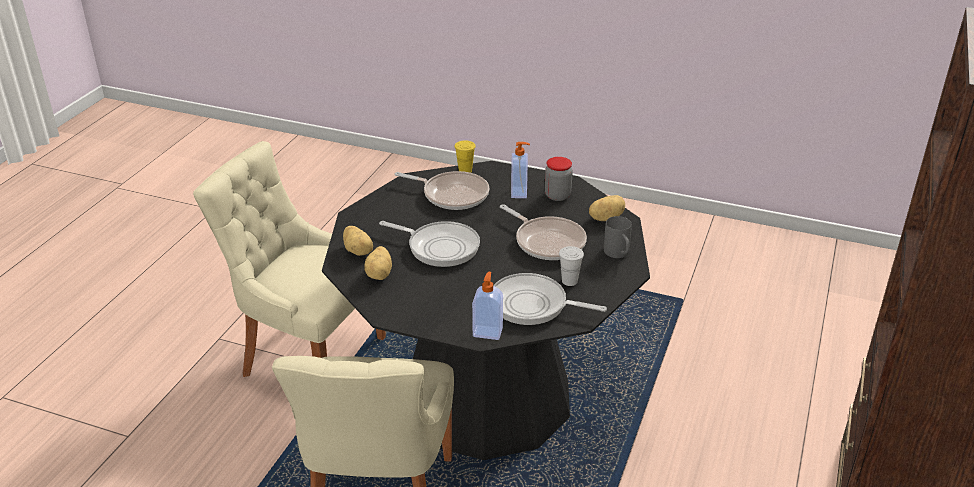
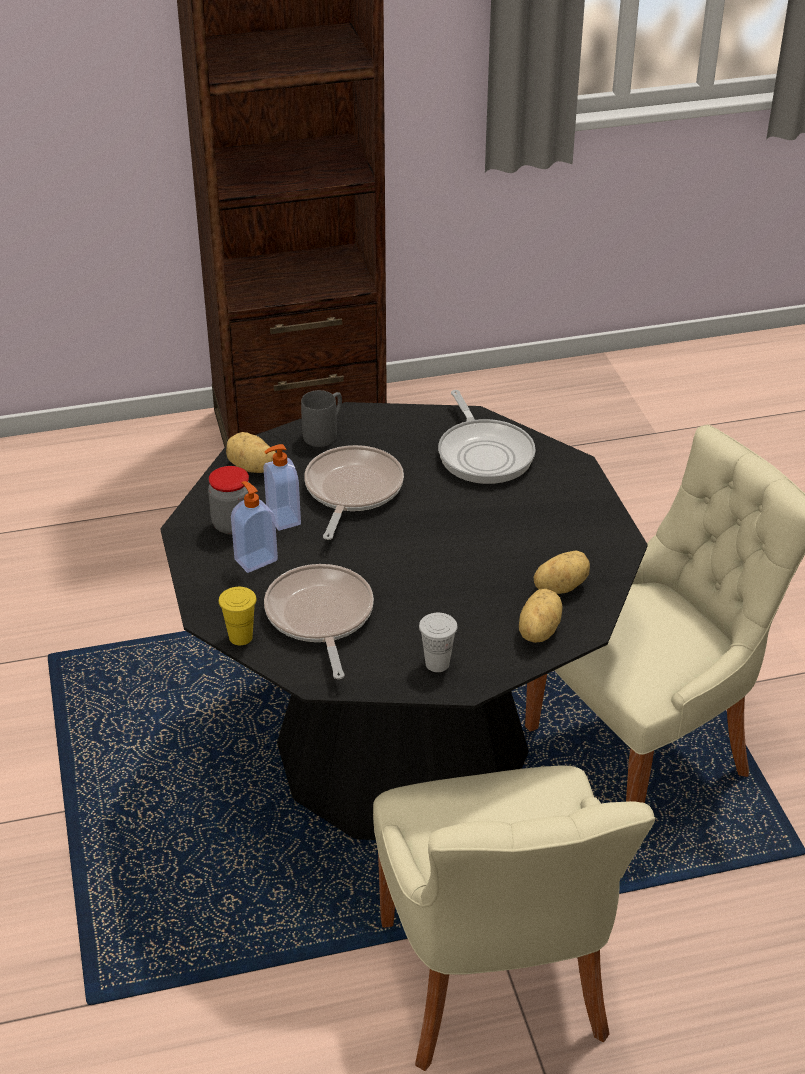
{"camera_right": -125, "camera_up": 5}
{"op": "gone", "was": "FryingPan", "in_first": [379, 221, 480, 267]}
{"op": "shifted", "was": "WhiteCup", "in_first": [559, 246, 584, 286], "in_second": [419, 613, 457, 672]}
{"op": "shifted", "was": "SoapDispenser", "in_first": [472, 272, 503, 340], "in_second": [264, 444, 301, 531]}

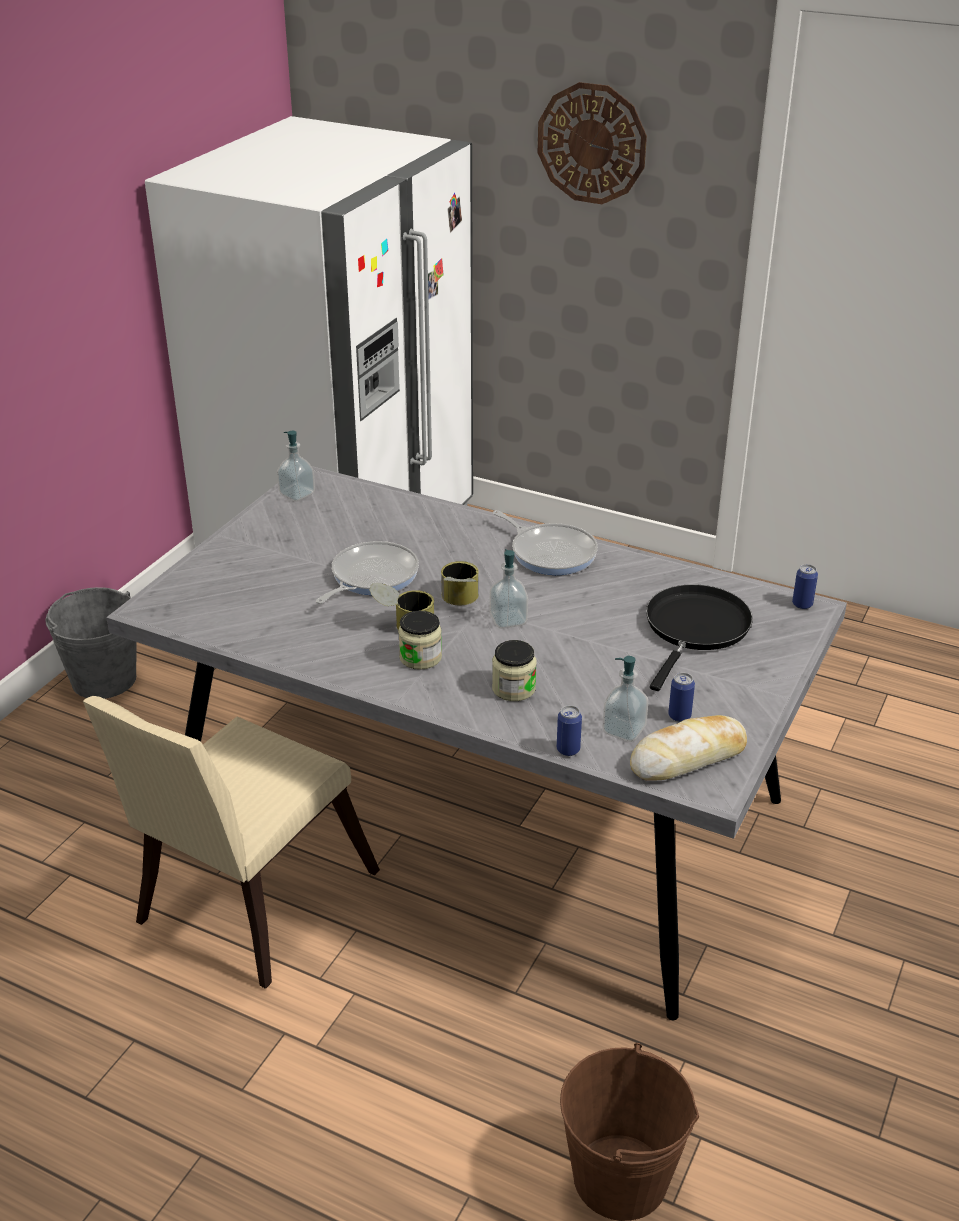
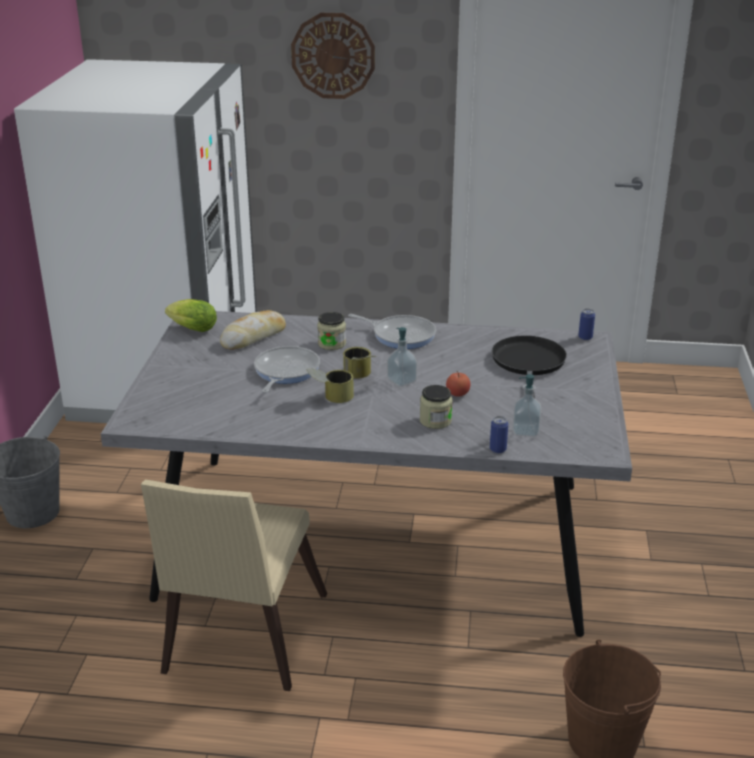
{"camera_right": -20, "camera_up": -5}
{"op": "swapped", "was": "SoapDispenser", "now": "Lettuce", "in_first": [277, 431, 315, 502], "in_second": [165, 299, 217, 332]}
{"op": "shifted", "was": "Jar", "in_first": [398, 611, 442, 670], "in_second": [317, 312, 346, 350]}
{"op": "gone", "was": "Can", "in_first": [668, 672, 695, 722]}
{"op": "shifted", "was": "Bread", "in_first": [630, 715, 747, 781], "in_second": [220, 310, 286, 350]}
{"op": "new", "now": "Apple", "in_second": [446, 371, 471, 397]}

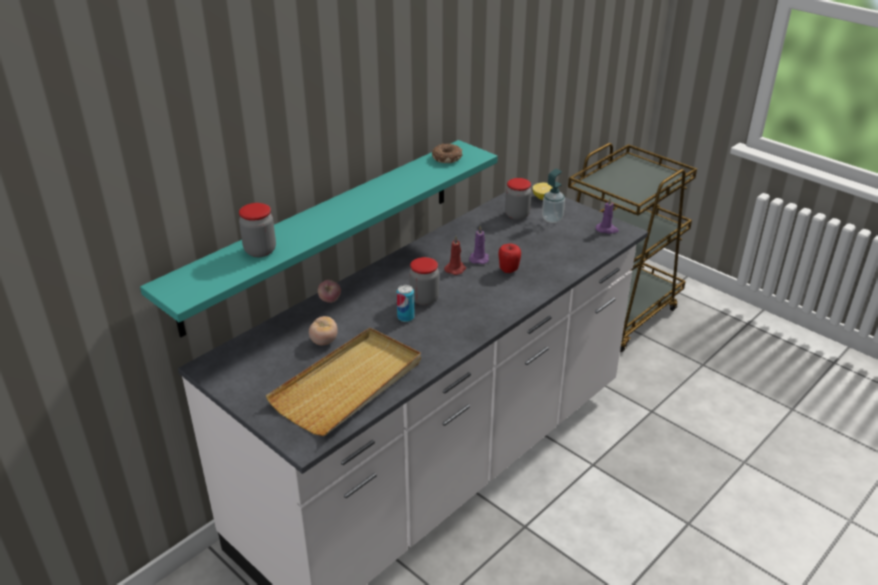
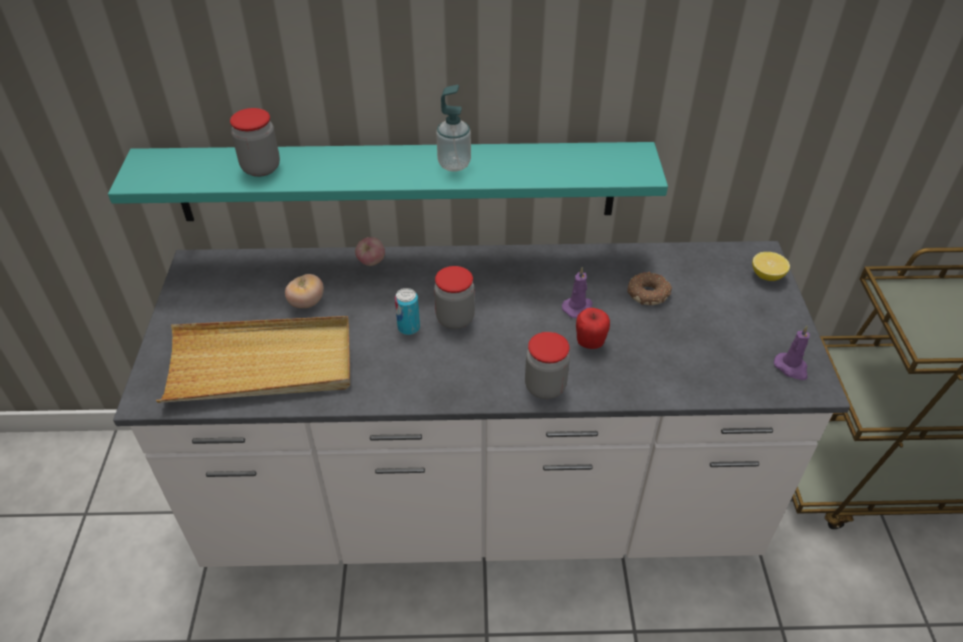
{"camera_right": 45, "camera_up": 10}
{"op": "shifted", "was": "Donut", "in_first": [432, 144, 462, 163], "in_second": [627, 272, 672, 305]}
{"op": "shifted", "was": "SoapDispenser", "in_first": [542, 169, 565, 223], "in_second": [436, 85, 471, 172]}
{"op": "shifted", "was": "Jar", "in_first": [505, 178, 531, 220], "in_second": [525, 332, 570, 399]}
{"op": "gone", "was": "RedCandle", "in_first": [444, 236, 466, 275]}

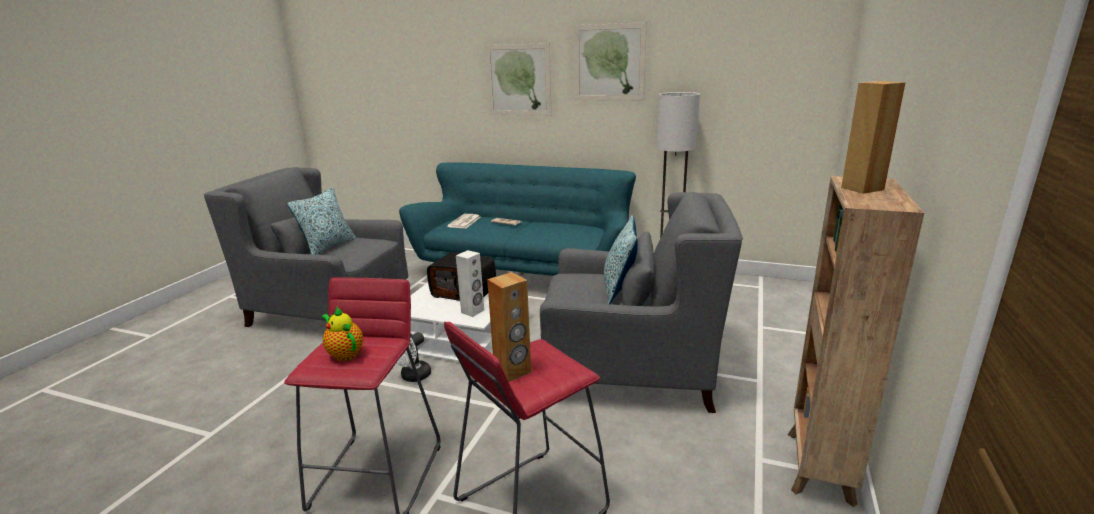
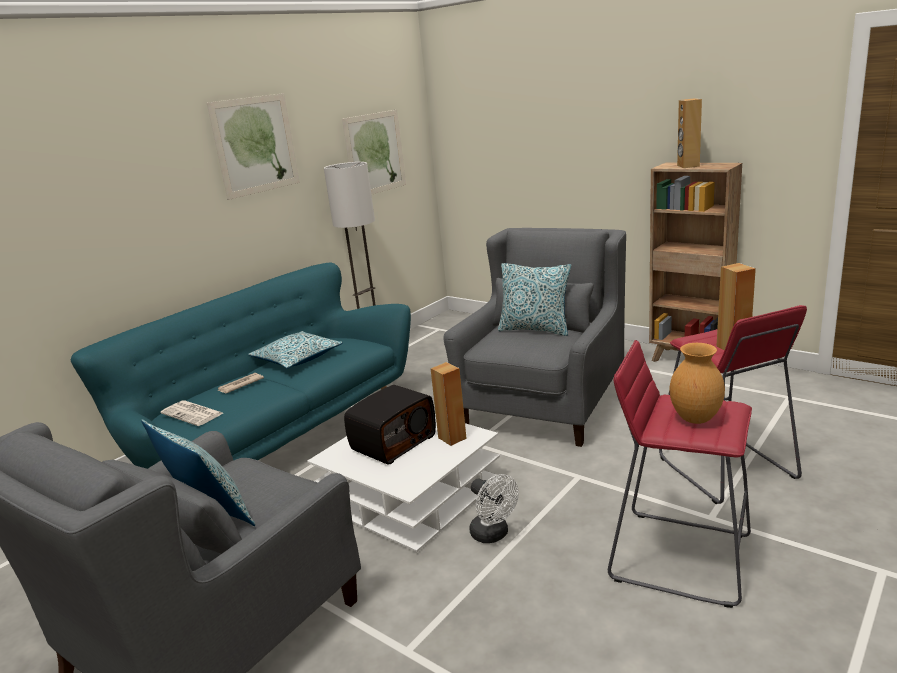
{"camera_right": -70, "camera_up": 0}
{"op": "shifted", "was": "Picture", "in_first": [485, 43, 552, 116], "in_second": [342, 110, 406, 195]}
{"op": "repainted", "was": "WhiteSpeaker", "now": "BrownSpeaker", "in_first": [456, 250, 484, 317], "in_second": [431, 362, 467, 446]}
{"op": "swapped", "was": "Teapot", "now": "BrownVase", "in_first": [322, 307, 363, 361], "in_second": [670, 343, 725, 424]}
{"op": "new", "now": "Pillow", "in_second": [248, 331, 343, 369]}

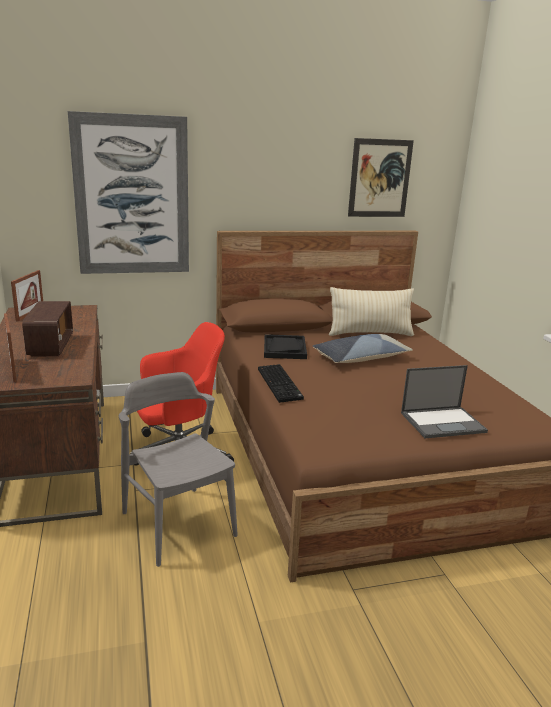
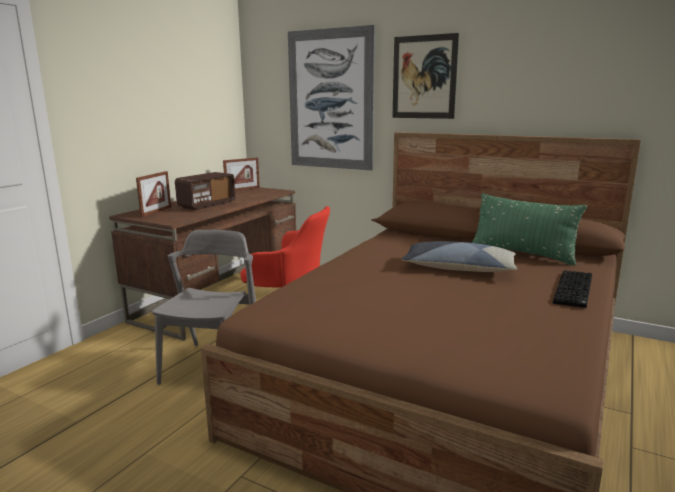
{"camera_right": 45, "camera_up": -5}
{"op": "shifted", "was": "Picture", "in_first": [348, 138, 414, 217], "in_second": [392, 33, 459, 119]}
{"op": "repainted", "was": "BeigePillow", "now": "GreenPillow", "in_first": [329, 287, 414, 336], "in_second": [472, 193, 587, 265]}
{"op": "gone", "was": "BlackTray", "in_first": [264, 334, 307, 359]}
{"op": "shifted", "was": "Keyboard", "in_first": [258, 364, 304, 403], "in_second": [553, 270, 592, 308]}
{"op": "gone", "was": "Laptop", "in_first": [401, 365, 488, 438]}

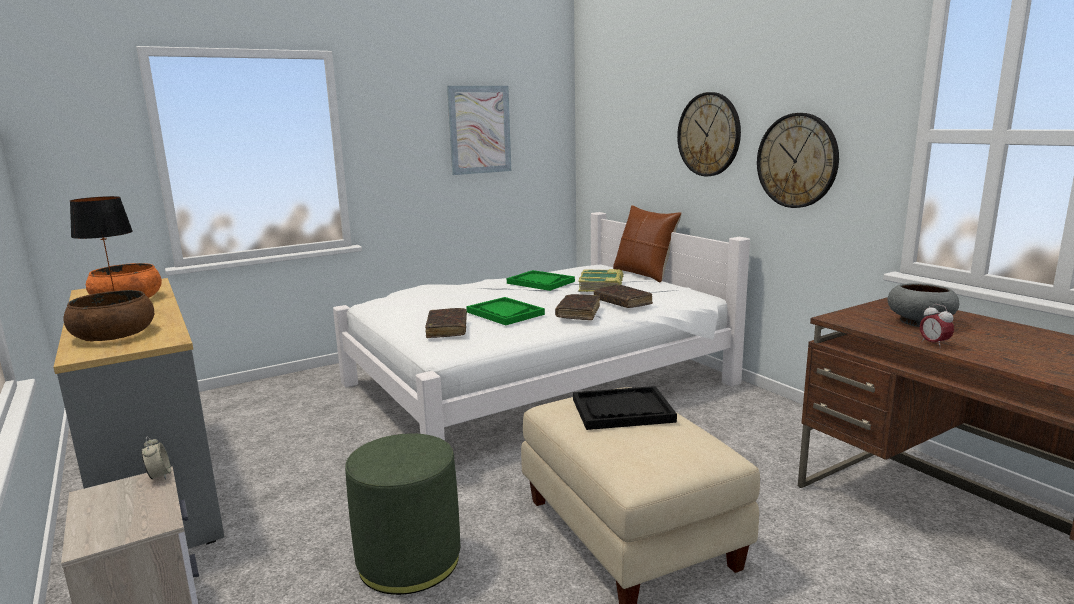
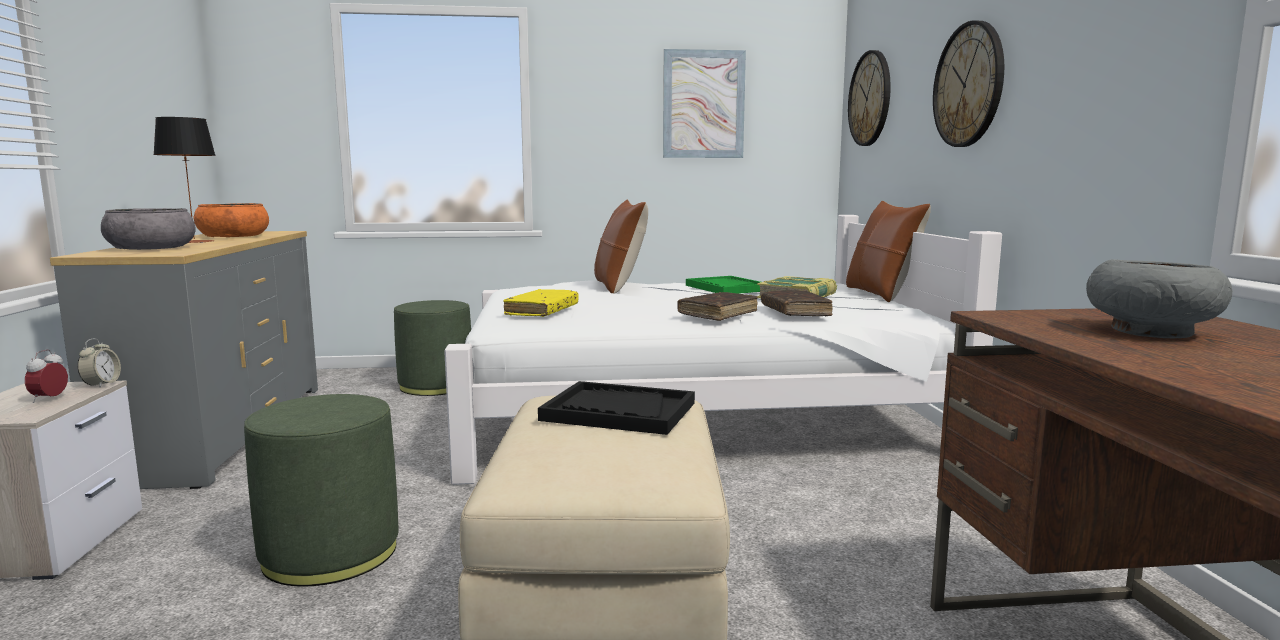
{"camera_right": 25, "camera_up": -5}
{"op": "shifted", "was": "WallClock", "in_first": [757, 113, 839, 208], "in_second": [848, 50, 891, 146]}
{"op": "repainted", "was": "BrownBowl", "now": "GreyBowl", "in_first": [63, 290, 154, 341], "in_second": [101, 208, 196, 250]}
{"op": "gone", "was": "GreenTray", "in_first": [466, 297, 545, 325]}
{"op": "shifted", "was": "AlarmClock", "in_first": [920, 304, 954, 348], "in_second": [25, 349, 68, 403]}
{"op": "repainted", "was": "BrownBook", "now": "YellowBook", "in_first": [425, 308, 467, 338], "in_second": [503, 289, 578, 317]}
{"op": "new", "now": "BrownPillow", "in_second": [594, 199, 648, 294]}
{"op": "new", "now": "GreenOttoman", "in_second": [394, 300, 471, 396]}

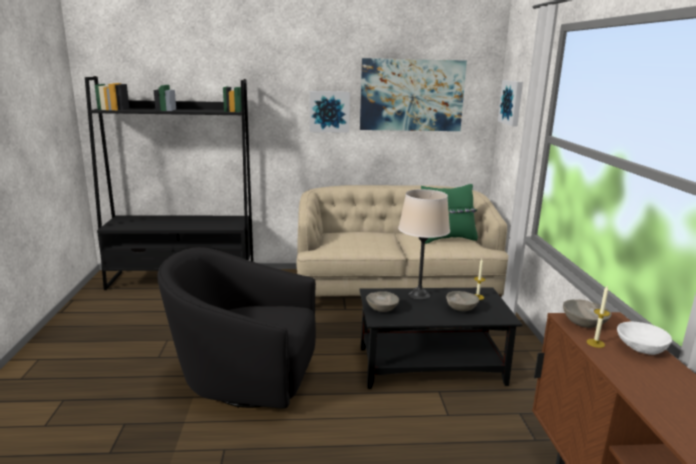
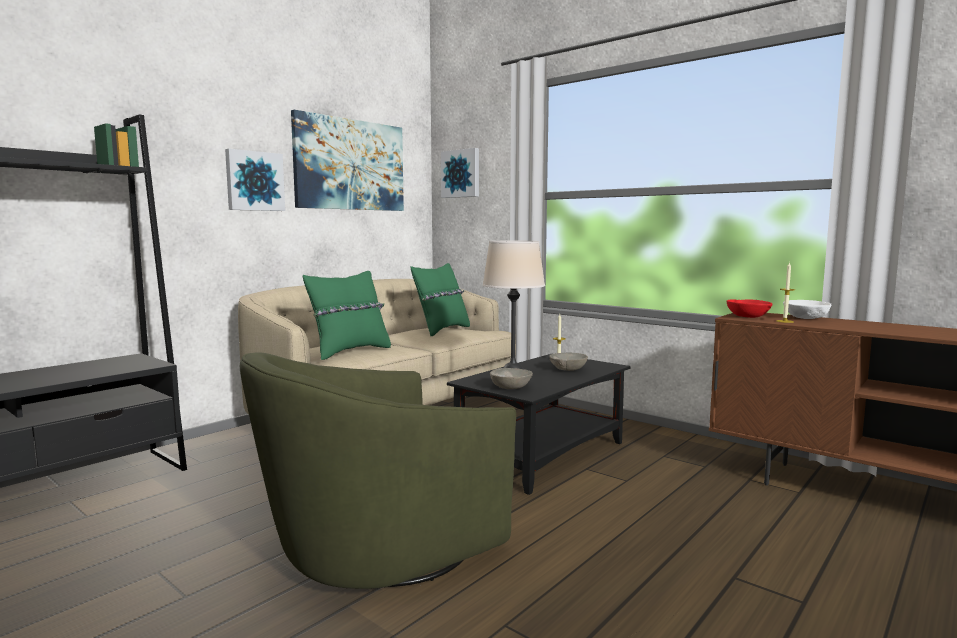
{"camera_right": -45, "camera_up": -10}
{"op": "repainted", "was": "BlackArmchair", "now": "GreenArmchair", "in_first": [157, 247, 316, 409], "in_second": [240, 352, 516, 589]}
{"op": "repainted", "was": "GreyBowl", "now": "RedBowl", "in_first": [563, 299, 612, 328], "in_second": [726, 299, 773, 318]}
{"op": "new", "now": "GreenPillow", "in_second": [303, 271, 391, 360]}

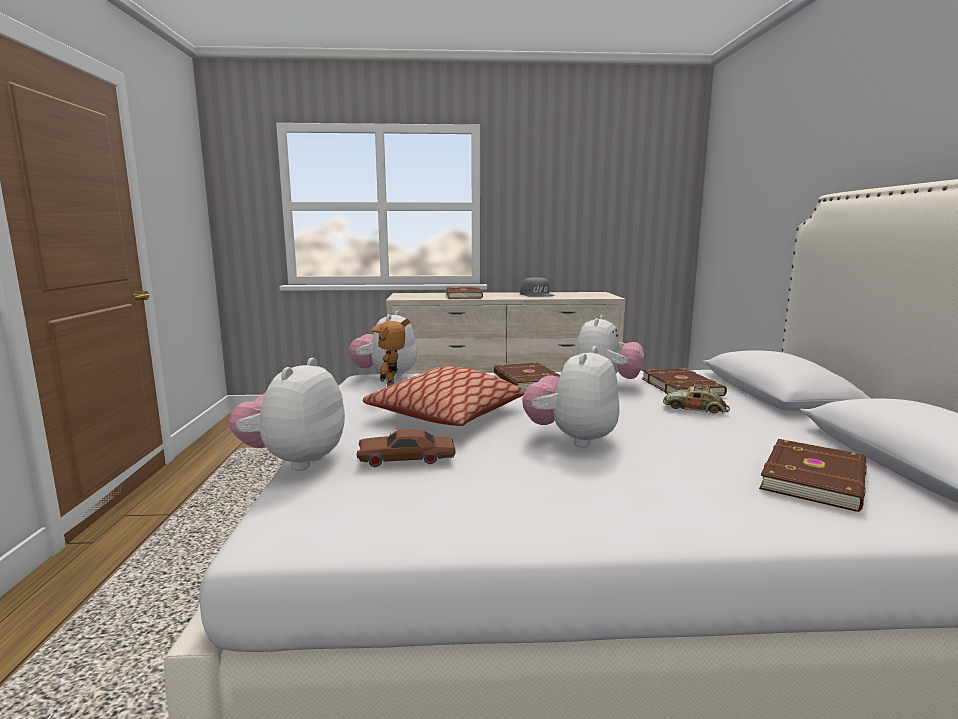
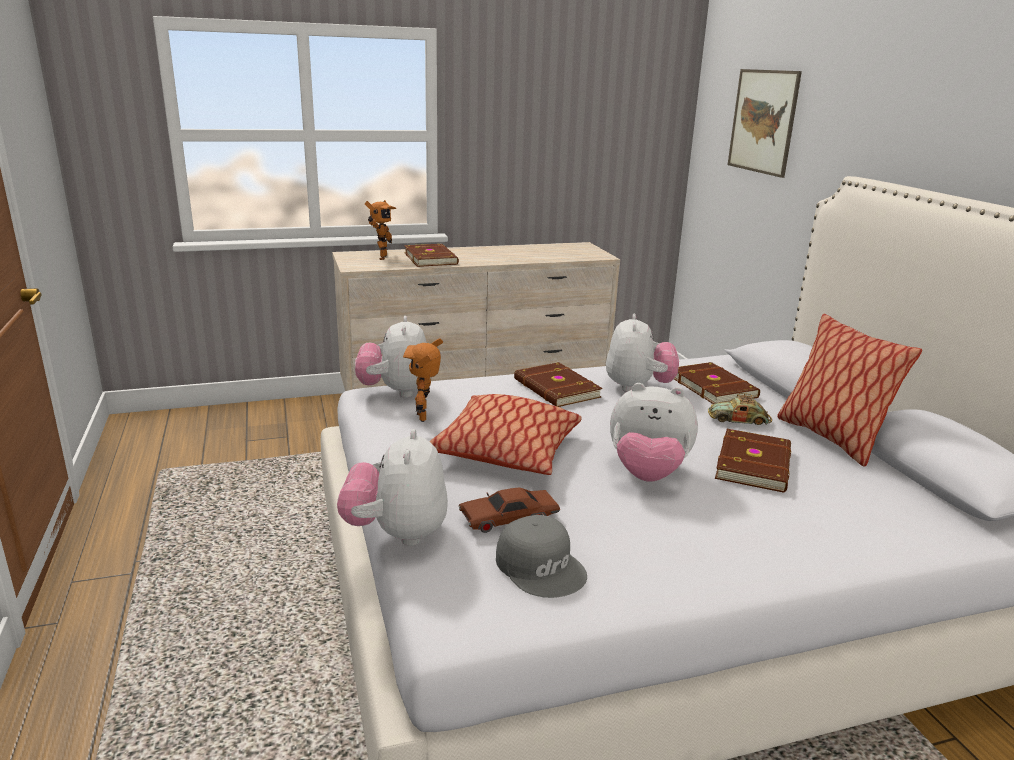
{"camera_right": -15, "camera_up": 10}
{"op": "shifted", "was": "GreyCap", "in_first": [520, 277, 554, 297], "in_second": [496, 515, 587, 598]}
{"op": "rotated", "was": "PlushToy", "in_first": [522, 346, 620, 447], "in_second": [610, 383, 698, 482], "clockwise": -90}
{"op": "shifted", "was": "BrownBook", "in_first": [759, 439, 867, 512], "in_second": [715, 429, 791, 492]}
{"op": "new", "now": "Picture", "in_second": [728, 69, 802, 178]}
{"op": "new", "now": "ToyRobot", "in_second": [365, 200, 396, 260]}
{"op": "new", "now": "Pillow", "in_second": [777, 314, 922, 467]}

